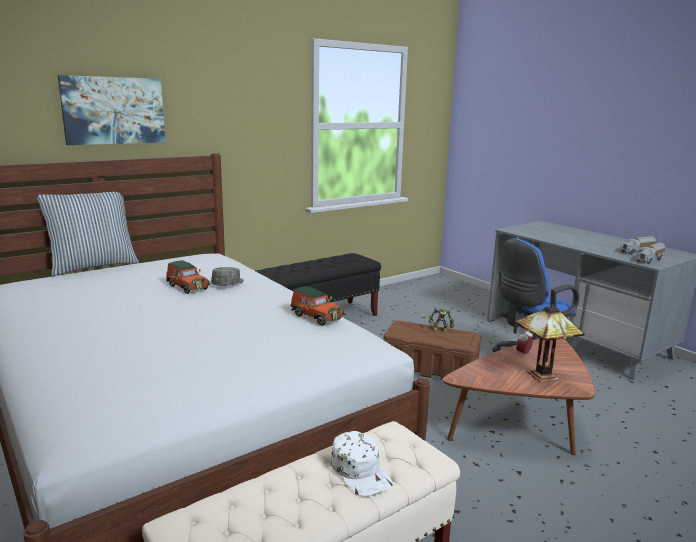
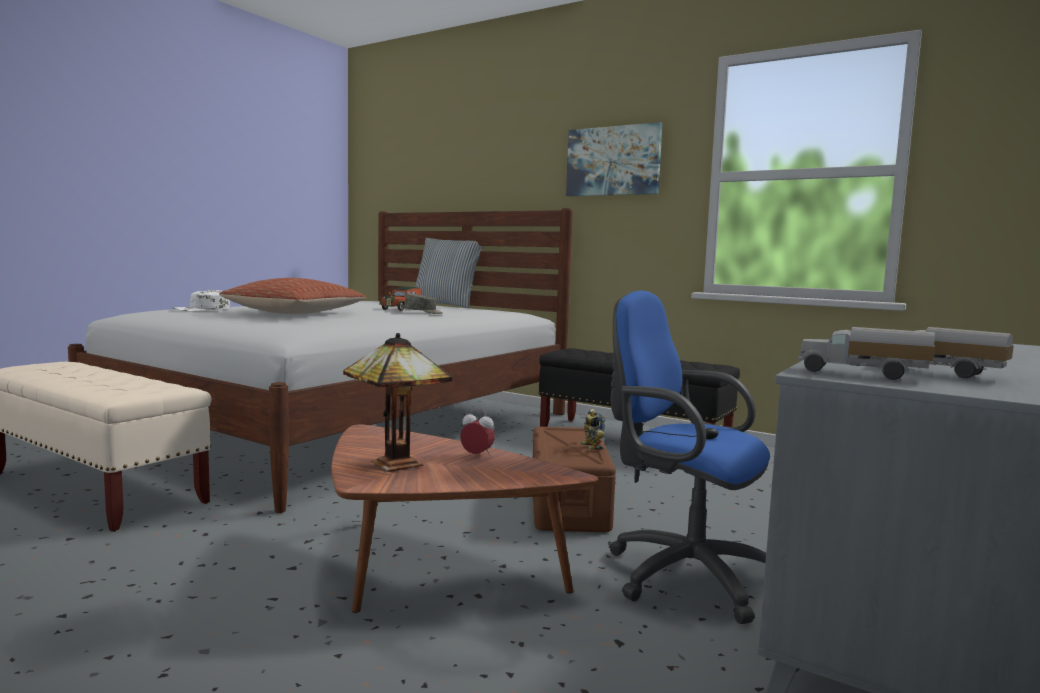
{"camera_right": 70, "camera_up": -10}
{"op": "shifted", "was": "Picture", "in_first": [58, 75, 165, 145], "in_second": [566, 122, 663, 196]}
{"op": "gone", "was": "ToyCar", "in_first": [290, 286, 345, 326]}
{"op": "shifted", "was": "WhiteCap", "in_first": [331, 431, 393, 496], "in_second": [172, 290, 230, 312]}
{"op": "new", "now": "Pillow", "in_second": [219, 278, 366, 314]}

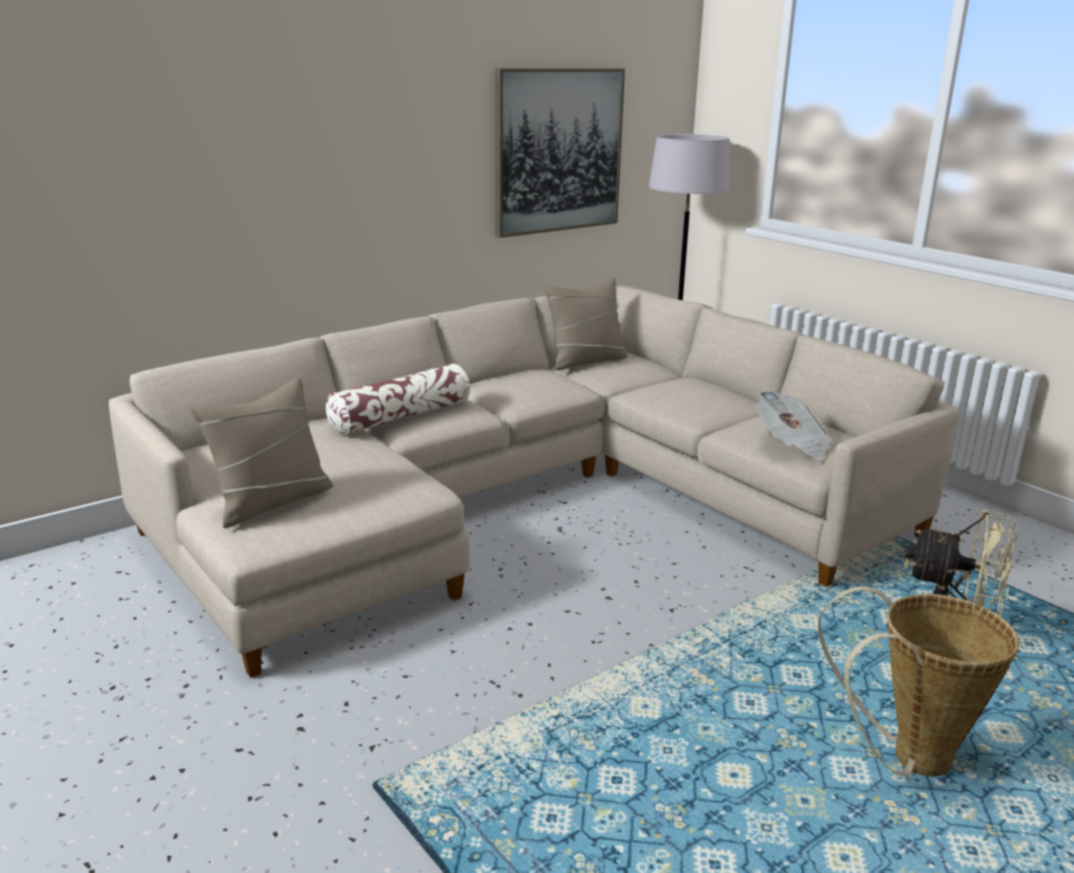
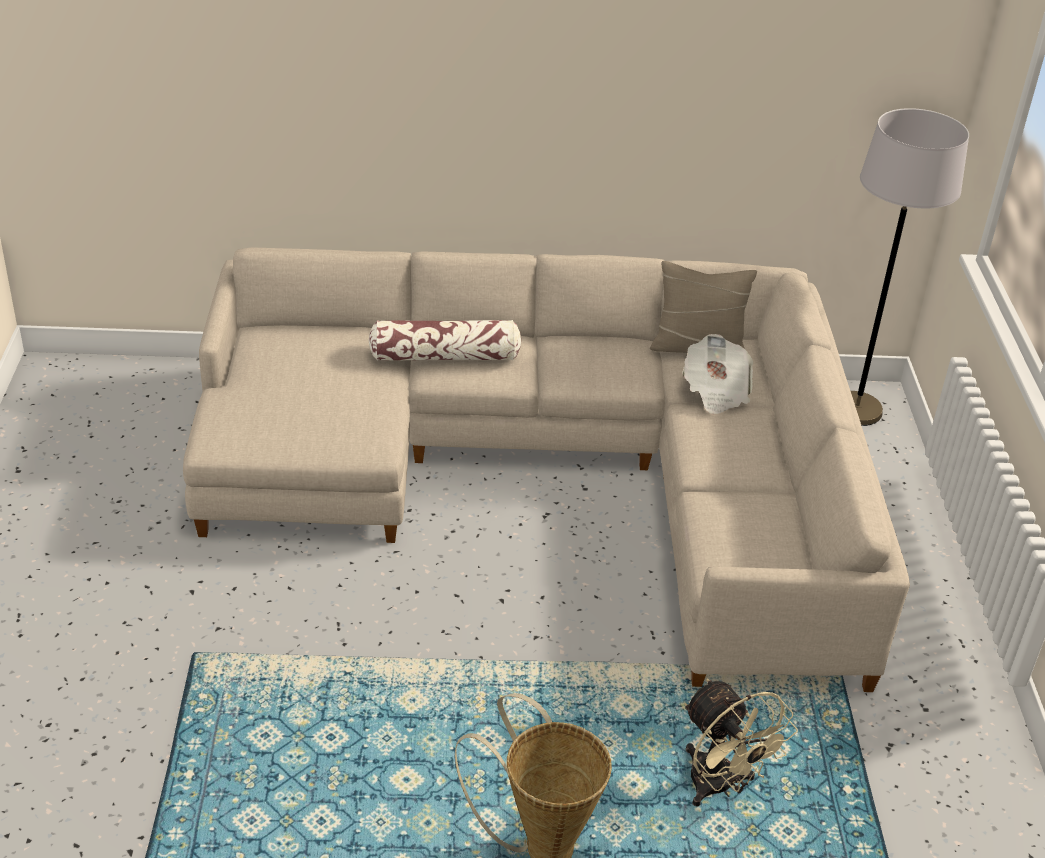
{"camera_right": 35, "camera_up": 15}
{"op": "gone", "was": "Picture", "in_first": [495, 68, 625, 238]}
{"op": "gone", "was": "BeigePillow", "in_first": [190, 378, 333, 528]}
{"op": "shifted", "was": "Newspaper", "in_first": [755, 390, 833, 460], "in_second": [682, 334, 753, 414]}

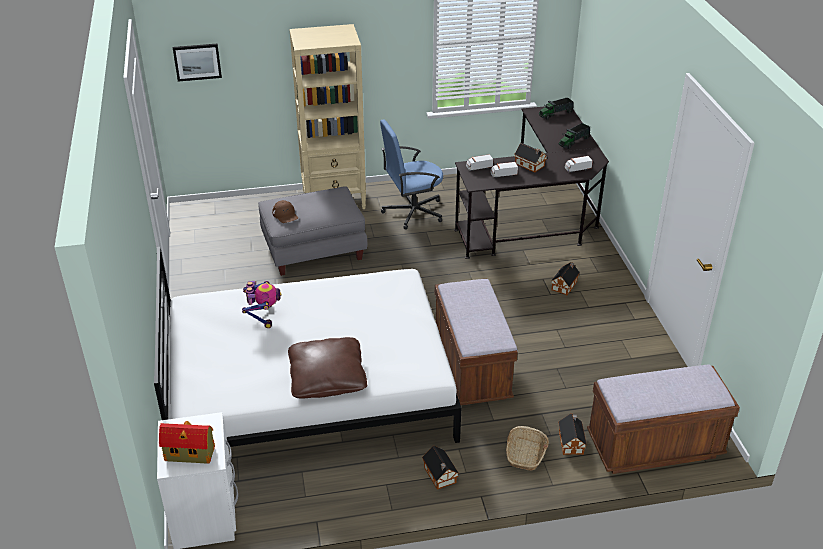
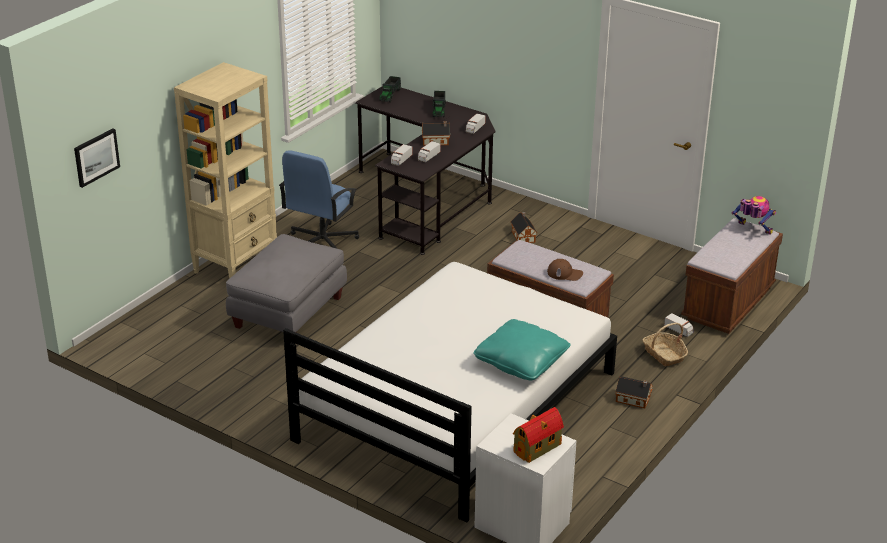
{"camera_right": -45, "camera_up": -5}
{"op": "shifted", "was": "BrownCap", "in_first": [272, 200, 298, 223], "in_second": [547, 259, 583, 281]}
{"op": "shifted", "was": "ToyRobot", "in_first": [242, 281, 282, 328], "in_second": [732, 196, 776, 235]}
{"op": "repainted", "was": "BrownPillow", "now": "TurquoisePillow", "in_first": [288, 337, 367, 399], "in_second": [473, 319, 570, 380]}
{"op": "swapped", "was": "ToyHouse", "now": "ToyTruck", "in_first": [558, 414, 587, 455], "in_second": [664, 313, 694, 337]}

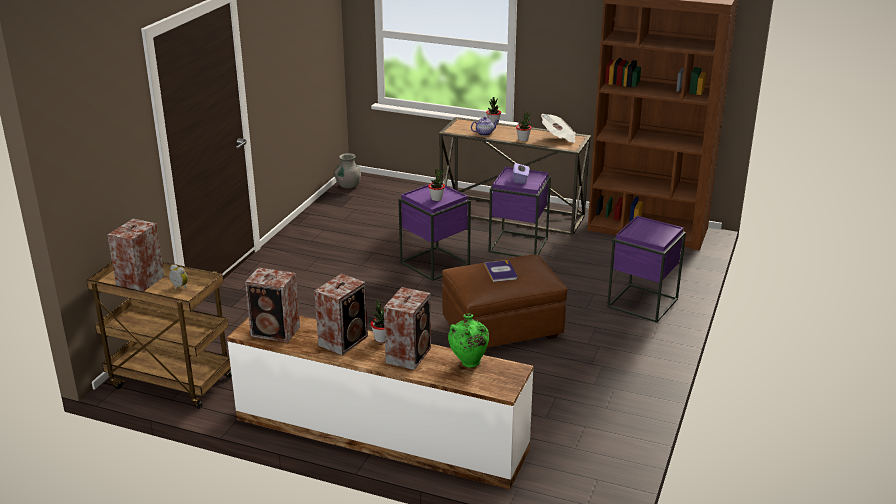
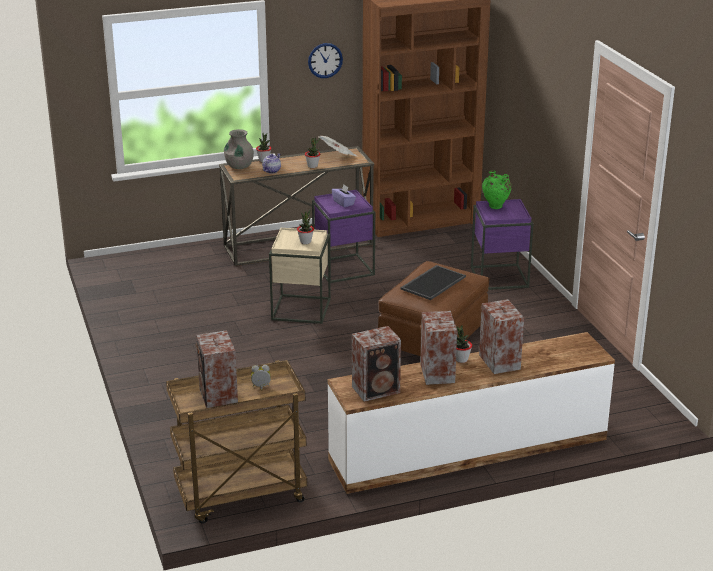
{"camera_right": -40, "camera_up": 0}
{"op": "shifted", "was": "GreyVase", "in_first": [334, 153, 361, 188], "in_second": [224, 129, 254, 169]}
{"op": "repainted", "was": "PurpleSideTable", "now": "BeigeSideTable", "in_first": [398, 184, 471, 281], "in_second": [269, 228, 331, 324]}
{"op": "swapped", "was": "Book", "now": "Tray", "in_first": [484, 260, 518, 282], "in_second": [401, 265, 466, 300]}
{"op": "shifted", "was": "GreenVase", "in_first": [448, 314, 489, 368], "in_second": [482, 170, 512, 209]}
{"op": "new", "now": "WallClock", "in_second": [308, 43, 343, 78]}

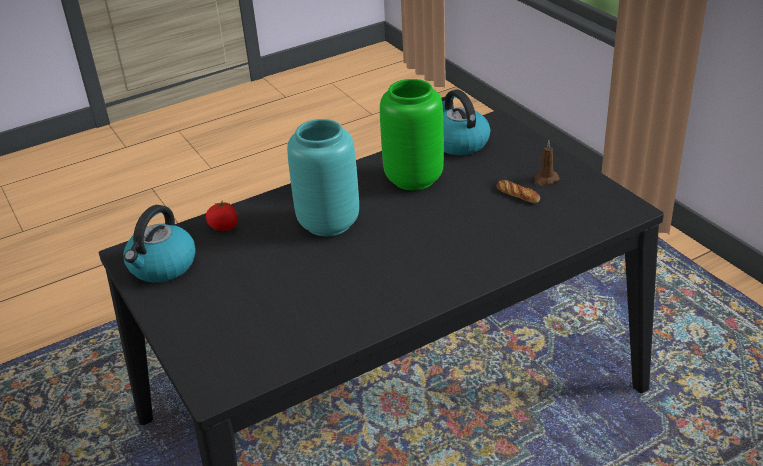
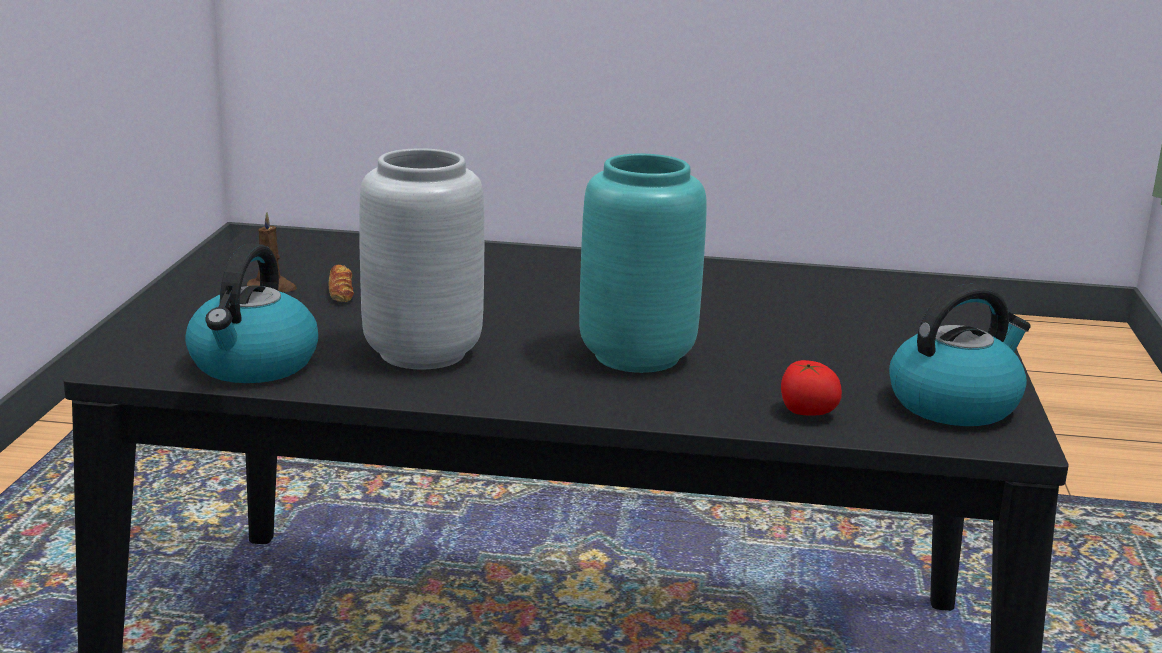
{"camera_right": -145, "camera_up": -15}
{"op": "repainted", "was": "GreenVase", "now": "GreyVase", "in_first": [380, 79, 444, 190], "in_second": [359, 148, 484, 370]}

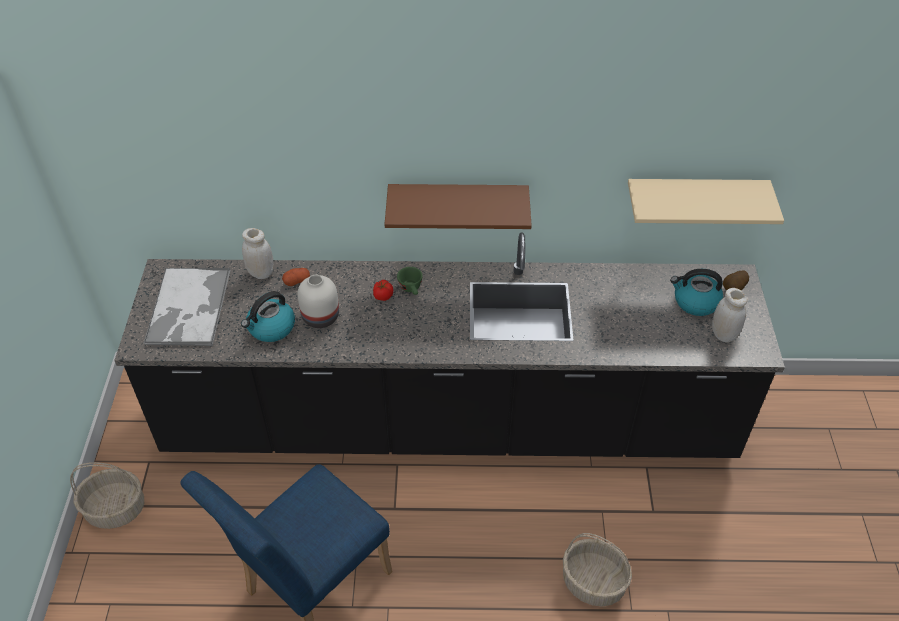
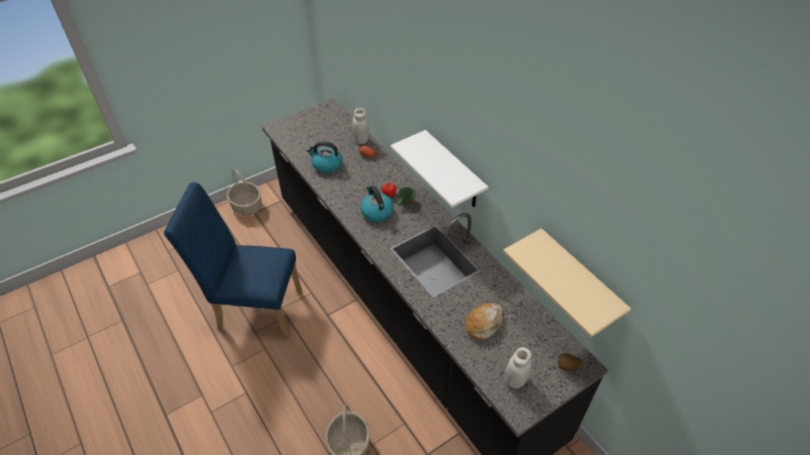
{"camera_right": 55, "camera_up": 0}
{"op": "repainted", "was": "BrownShelf", "now": "WhiteShelf", "in_first": [385, 184, 532, 229], "in_second": [391, 130, 488, 207]}
{"op": "gone", "was": "Tray", "in_first": [143, 268, 231, 346]}
{"op": "shifted", "was": "Kettle", "in_first": [670, 269, 723, 316], "in_second": [360, 185, 394, 222]}
{"op": "gone", "was": "WhiteVase", "in_first": [297, 275, 339, 328]}
{"op": "new", "now": "Bread", "in_second": [465, 303, 503, 340]}

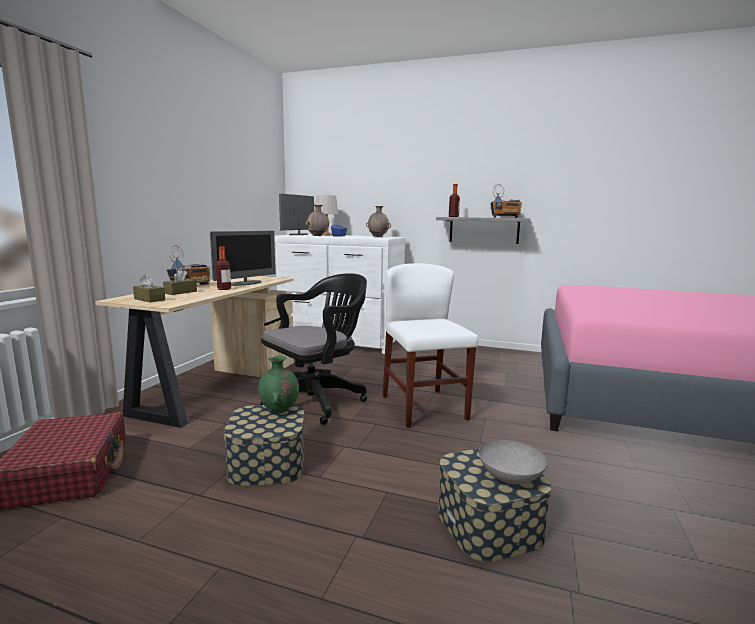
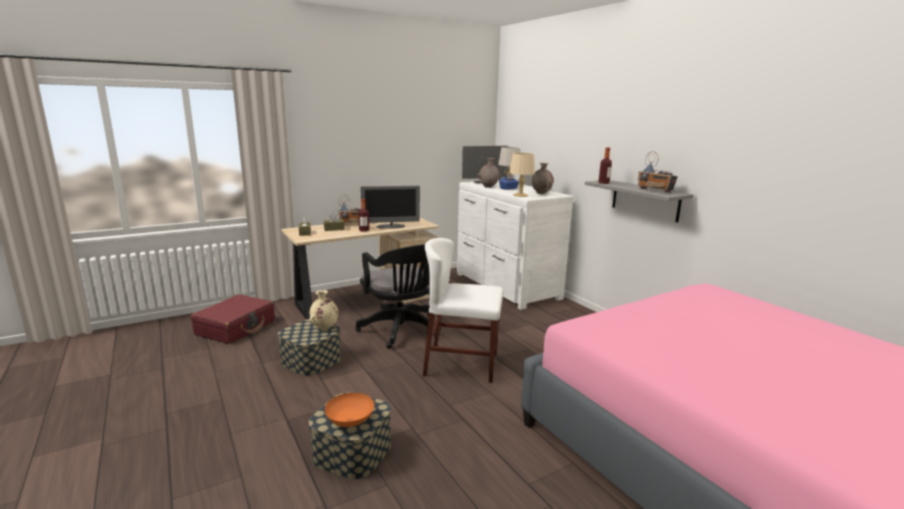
{"camera_right": 40, "camera_up": 5}
{"op": "rotated", "was": "WhiteChair", "in_first": [383, 263, 478, 428], "in_second": [423, 238, 503, 383], "clockwise": -105}
{"op": "rotated", "was": "BlackOfficeChair", "in_first": [260, 273, 367, 425], "in_second": [355, 244, 441, 349], "clockwise": 60}
{"op": "repainted", "was": "GreenVase", "now": "BeigeVase", "in_first": [258, 355, 299, 413], "in_second": [309, 290, 338, 330]}
{"op": "repainted", "was": "GreyBowl", "now": "OrangeBowl", "in_first": [479, 440, 547, 484], "in_second": [324, 393, 374, 427]}
{"op": "new", "now": "BeigeTableLamp", "in_second": [509, 152, 535, 197]}

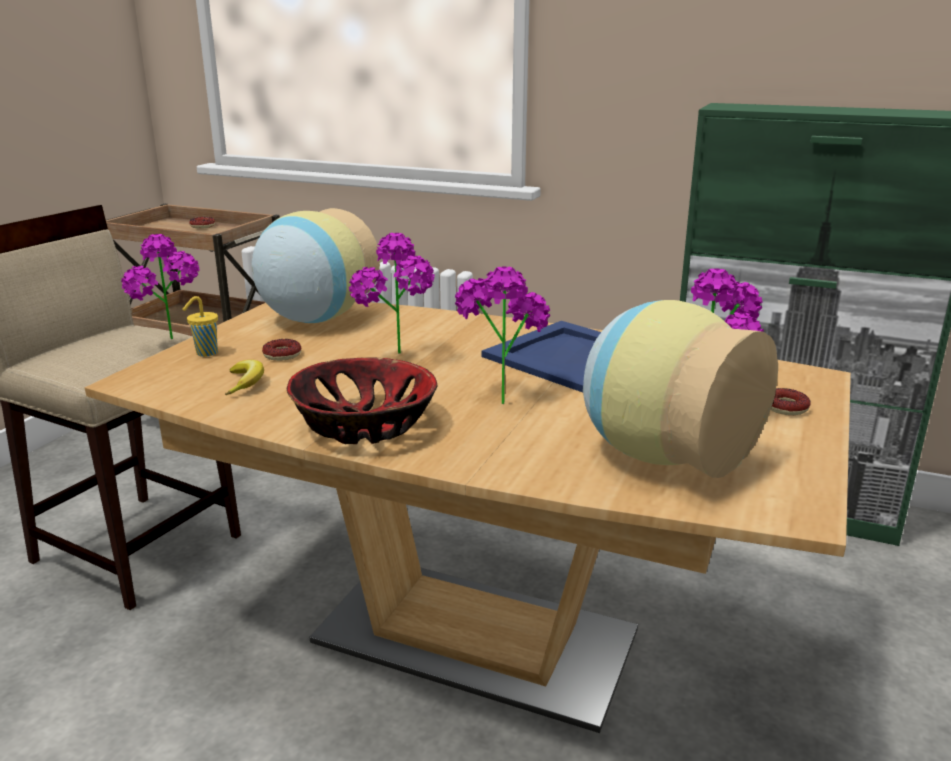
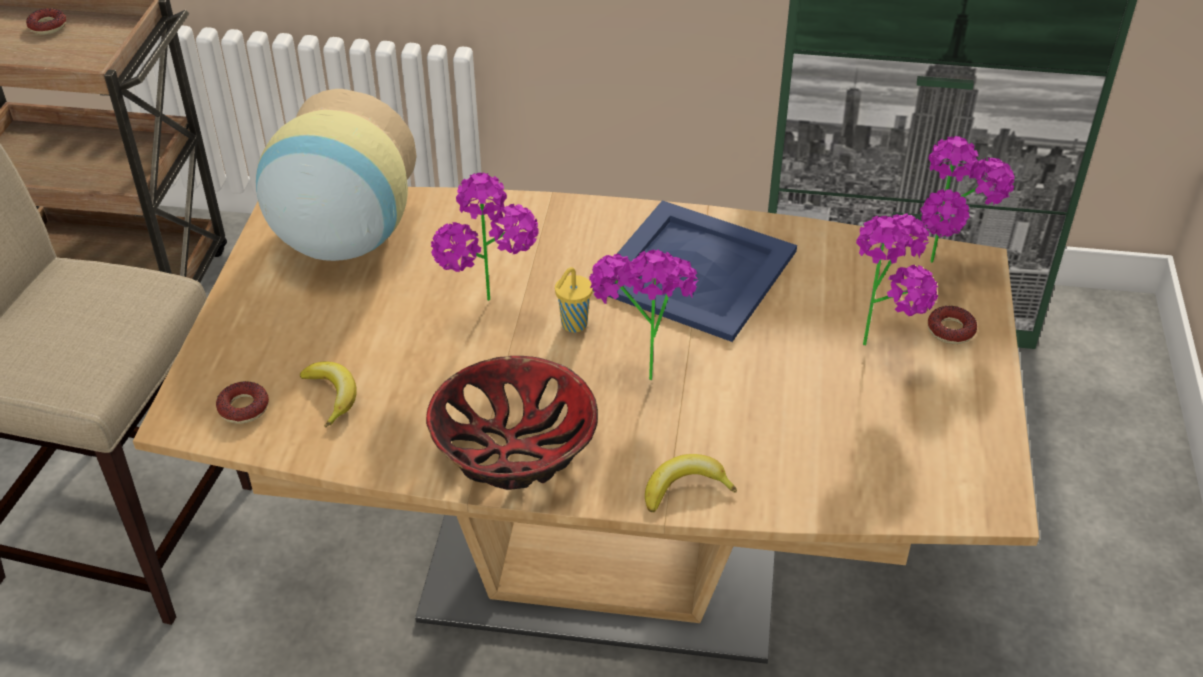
{"camera_right": -15, "camera_up": 20}
{"op": "shifted", "was": "PottedPlant", "in_first": [121, 234, 199, 339], "in_second": [920, 136, 1014, 263]}
{"op": "shifted", "was": "YellowCup", "in_first": [183, 296, 218, 357], "in_second": [555, 267, 593, 333]}
{"op": "gone", "was": "Vase", "in_first": [583, 300, 778, 478]}
{"op": "shifted", "was": "Donut", "in_first": [262, 339, 301, 361], "in_second": [216, 381, 269, 424]}
{"op": "new", "now": "Banana", "in_second": [645, 454, 737, 512]}

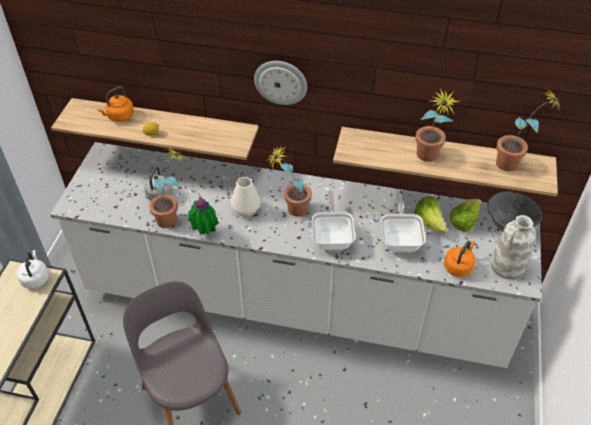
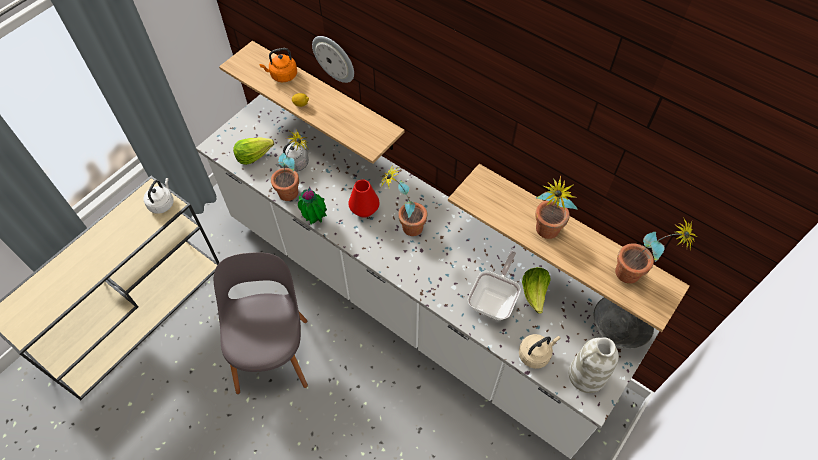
{"camera_right": 25, "camera_up": 10}
{"op": "shifted", "was": "WallClock", "in_first": [254, 61, 307, 105], "in_second": [312, 36, 354, 83]}
{"op": "repainted", "was": "WhiteVase", "now": "RedVase", "in_first": [231, 177, 261, 217], "in_second": [348, 179, 379, 218]}
{"op": "gone", "was": "FryingPan", "in_first": [312, 191, 355, 250]}
{"op": "shifted", "was": "Lettuce", "in_first": [450, 199, 482, 232], "in_second": [233, 137, 274, 165]}
{"op": "repainted", "was": "OrangeKettle", "now": "BeigeKettle", "in_first": [444, 241, 476, 277], "in_second": [519, 334, 561, 369]}

